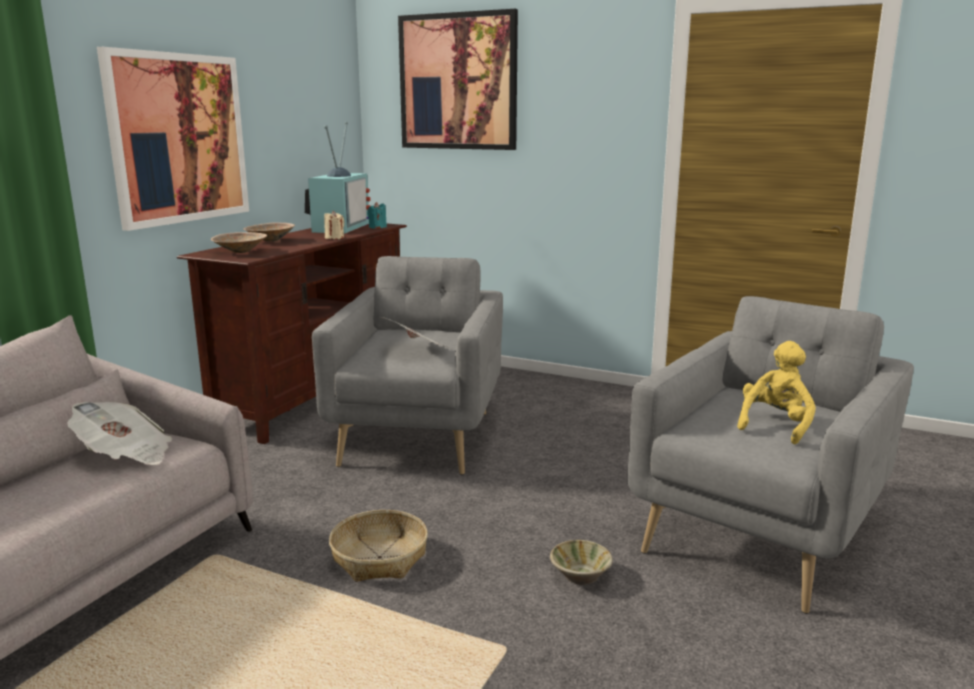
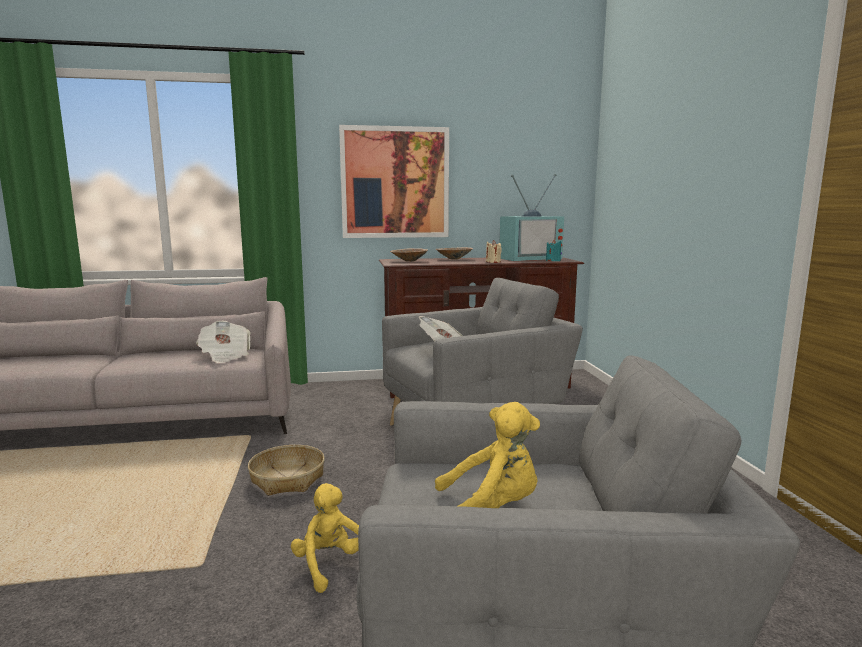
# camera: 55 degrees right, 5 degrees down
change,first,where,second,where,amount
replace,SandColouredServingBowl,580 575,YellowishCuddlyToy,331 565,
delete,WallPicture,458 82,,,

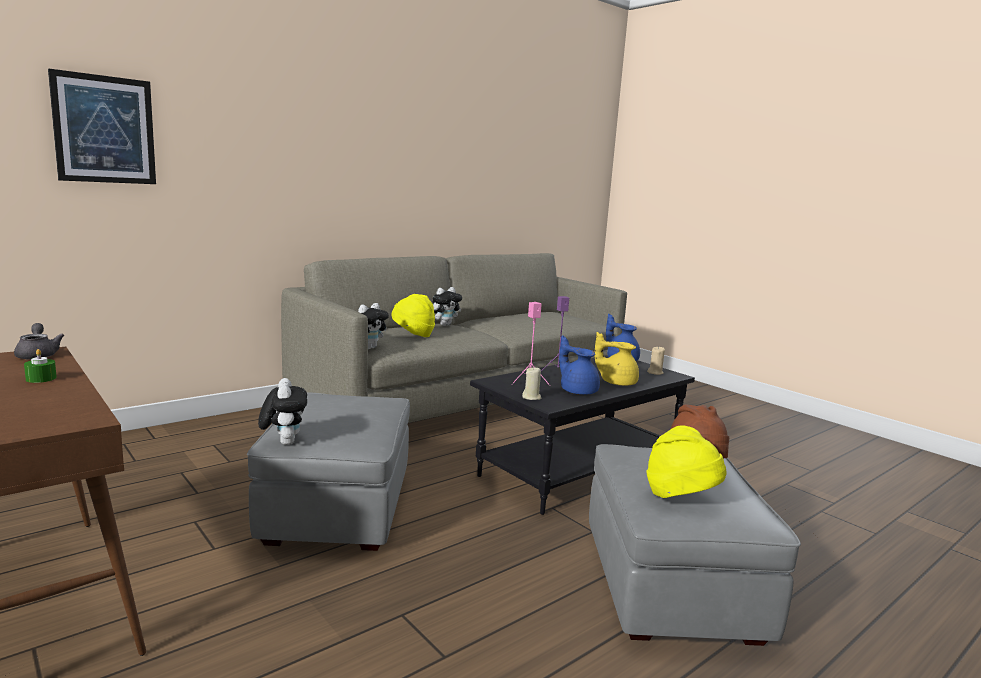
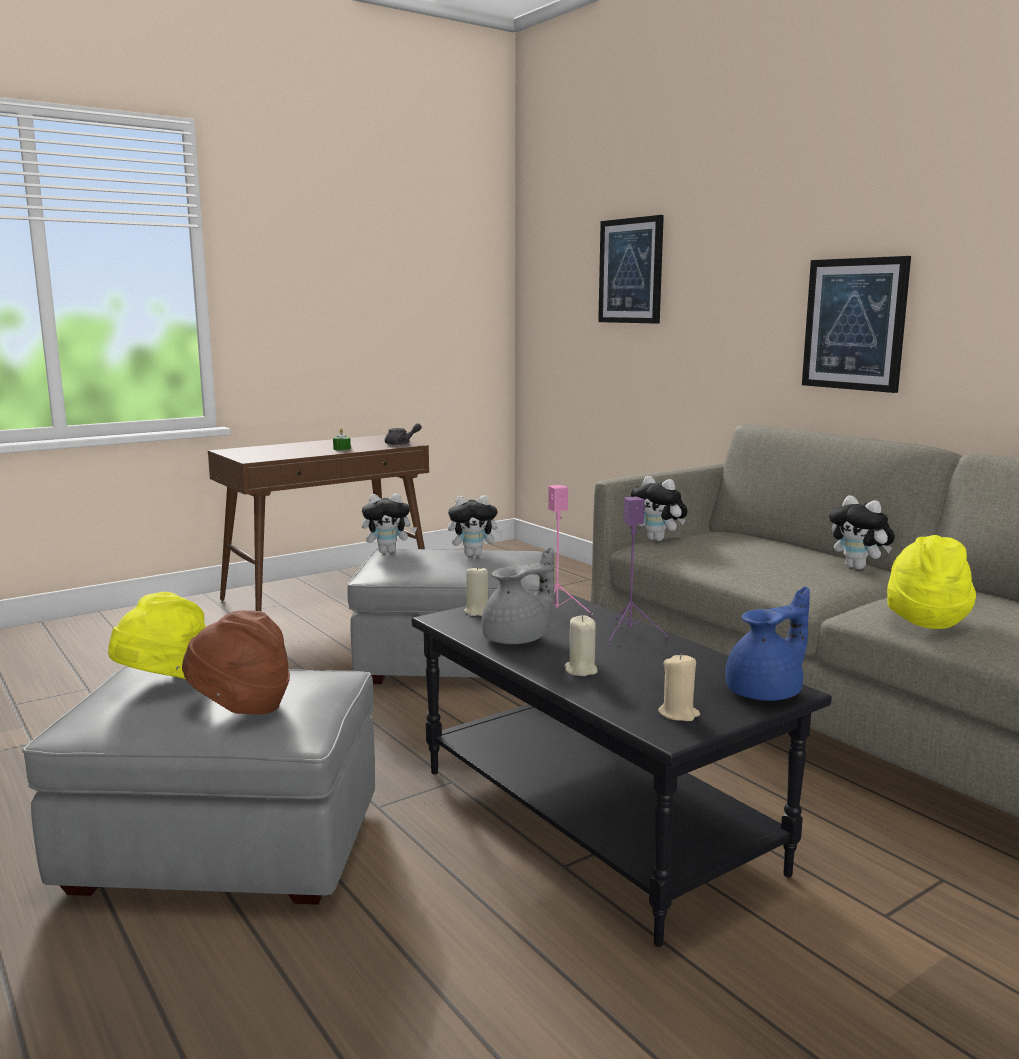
# camera: 95 degrees right, 0 degrees up
change,first,where,second,where,amount
insert,,,CuddlyToy,474 555,
recolor,BluishTeaPot,577 391,GreyishTeaPot,518 639,
replace,YellowishTeaPot,616 382,SandColouredCandle,581 670,
insert,,,WallPicture,855 324,
move,YellowishWearableHat,413 335,,925 618,

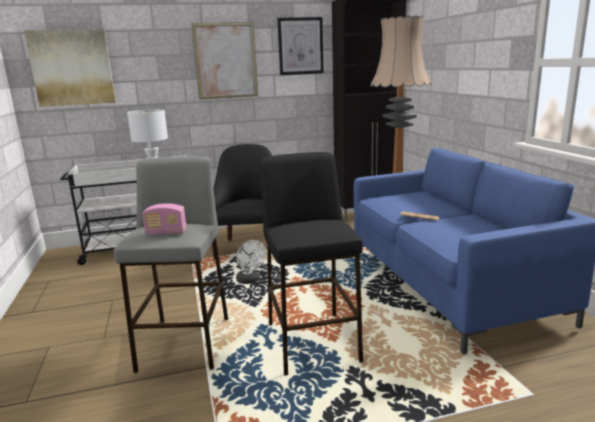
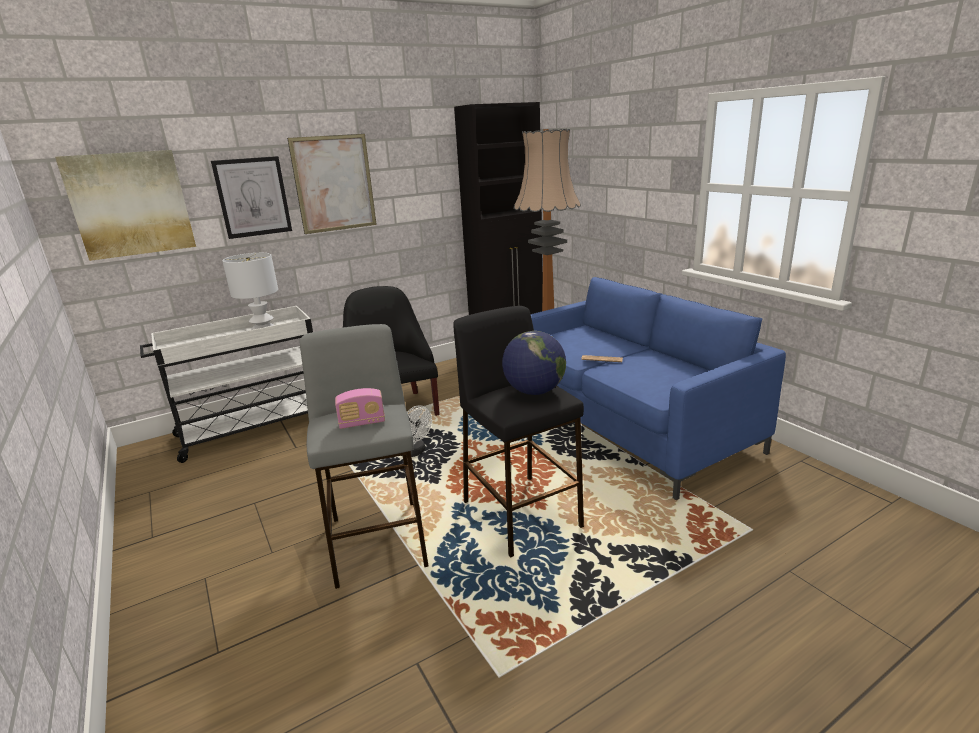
# camera: 15 degrees left, 5 degrees up
change,first,where,second,where,amount
move,WallPicture,300 46,,253 197,
insert,,,DeskGlobe,534 391,

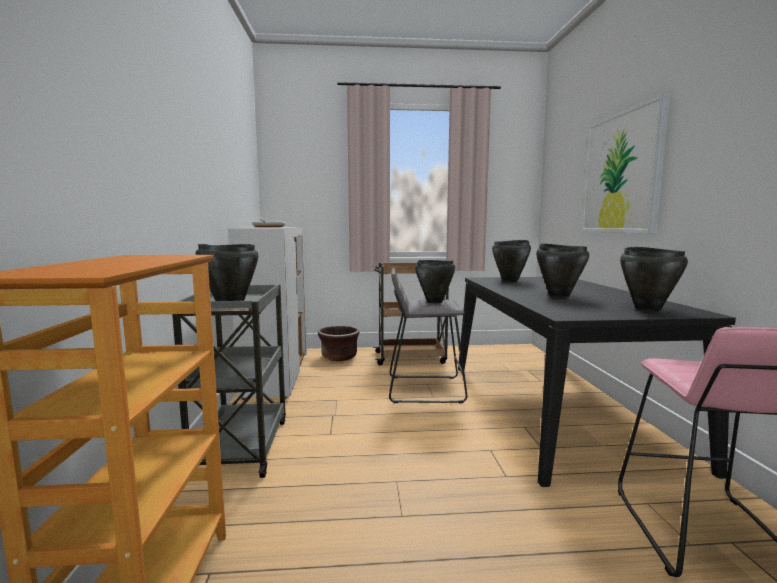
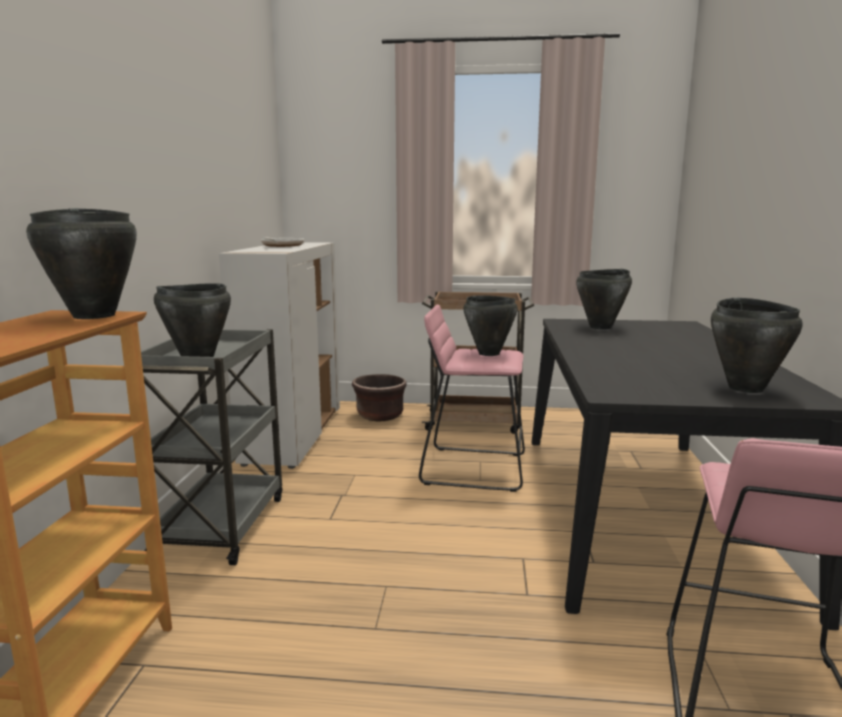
# camera: 10 degrees right, 5 degrees up
change,first,where,second,where,amount
move,BlackColouredCookingPot,559 296,,95 315,
recolor,GreyishStool,425 389,PinkishStool,474 468,
delete,WallPicture,621 173,,,

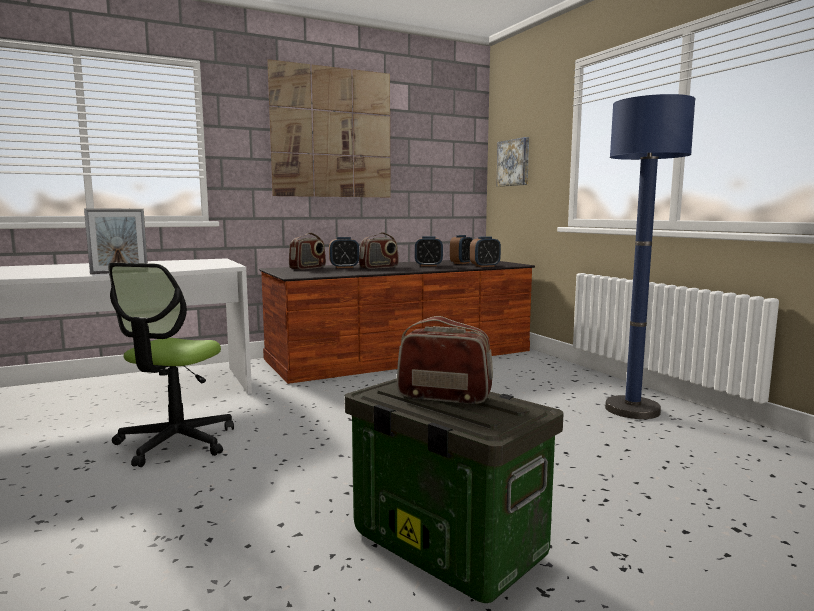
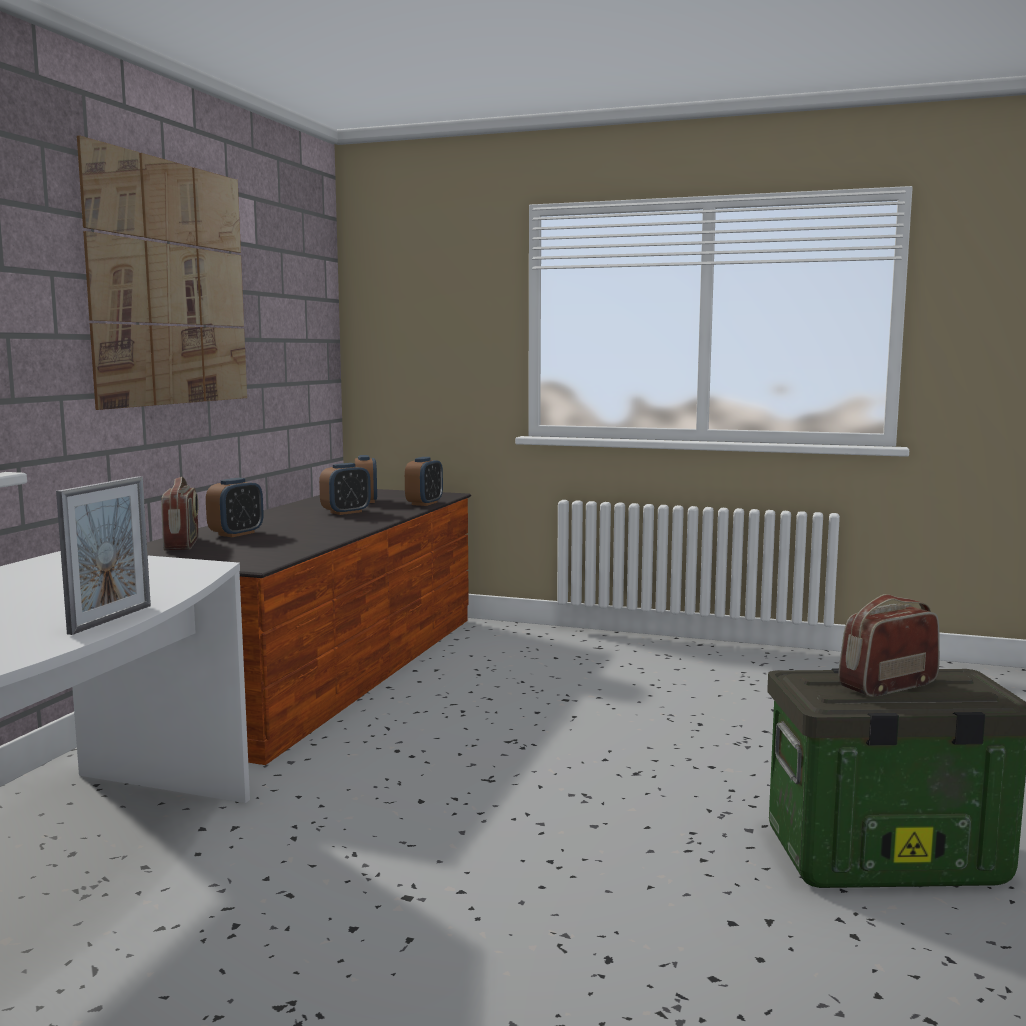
# camera: 45 degrees left, 0 degrees up
change,first,where,second,where,amount
delete,ComputerChair,176 443,,,
delete,Radio,379 267,,,
delete,WallPicture,514 162,,,
delete,BluishFloorLamp,632 409,,,

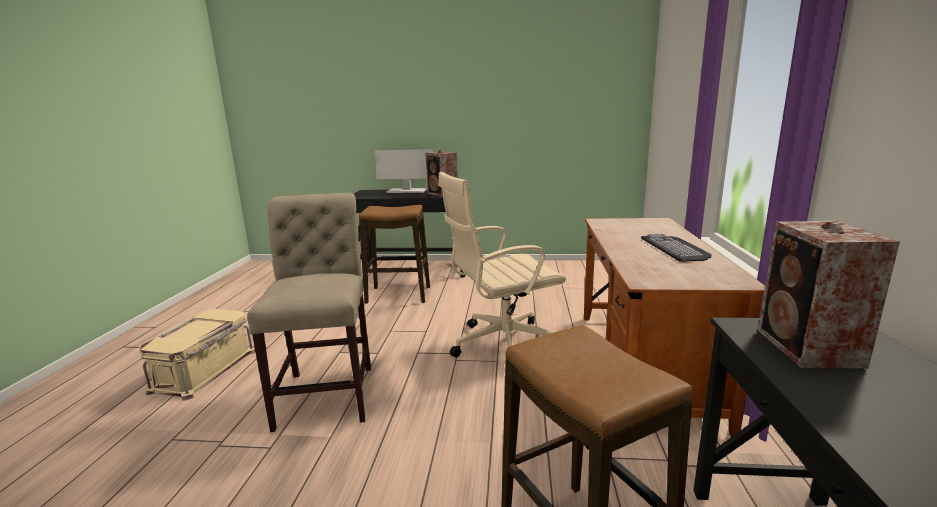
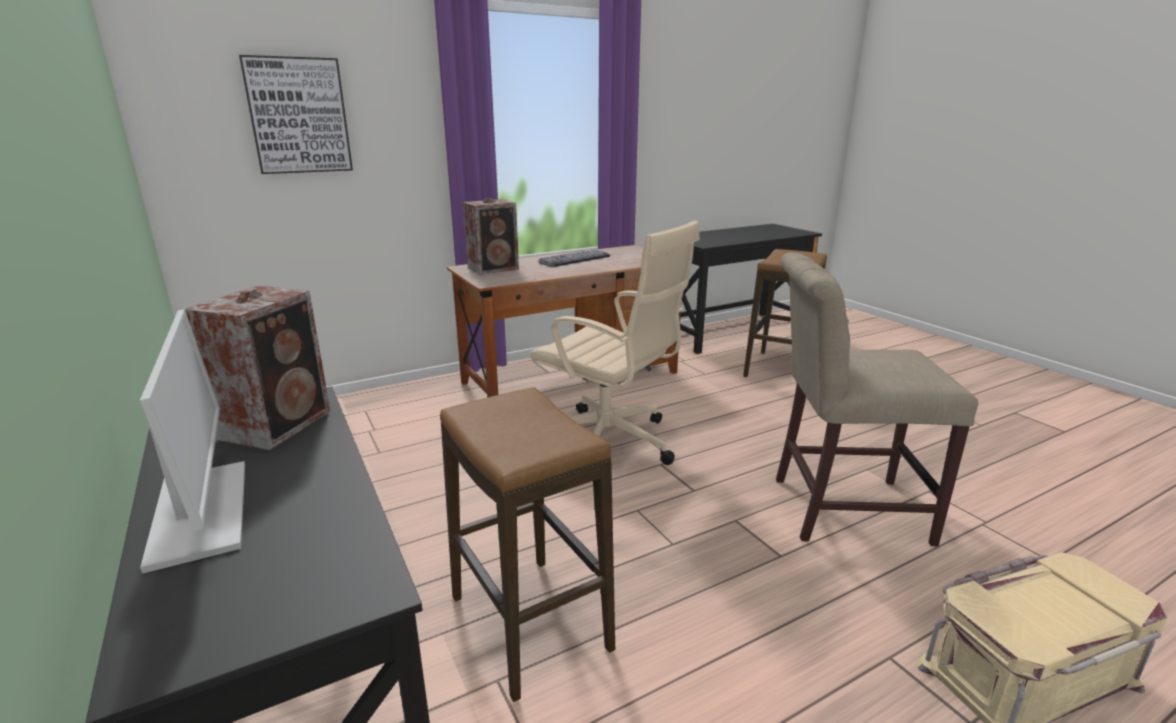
# camera: 125 degrees left, 5 degrees up
change,first,where,second,where,amount
insert,,,WallPicture,298 116,
move,AudioSpeaker,809 349,,495 268,
rotate,SandColouredUprightChair,328 392,,839 508,45 degrees clockwise

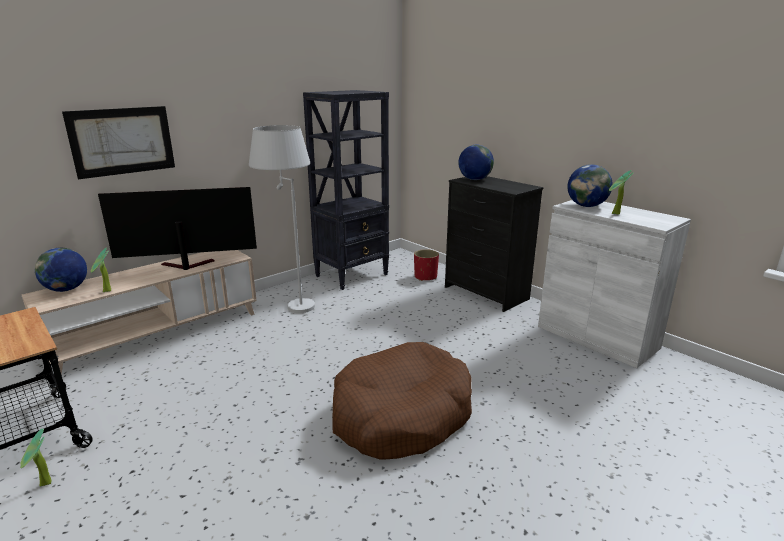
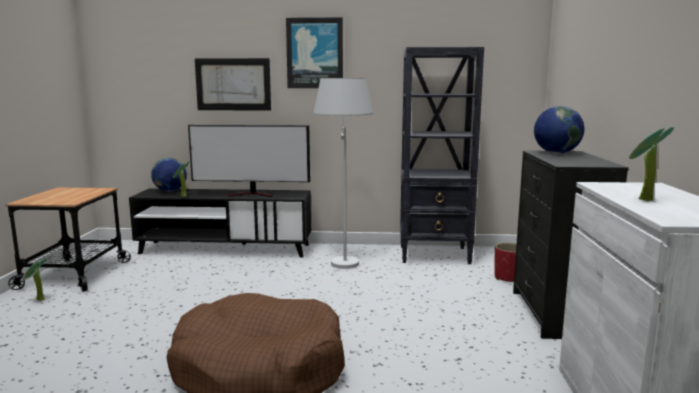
# camera: 45 degrees right, 10 degrees down
change,first,where,second,where,amount
recolor,SandColouredTvStand,158 335,BlackColouredTvStand,225 249,
rotate,Tv,185 266,,253 194,150 degrees clockwise
insert,,,WallPicture,315 53,
delete,DeskGlobe,586 206,,,

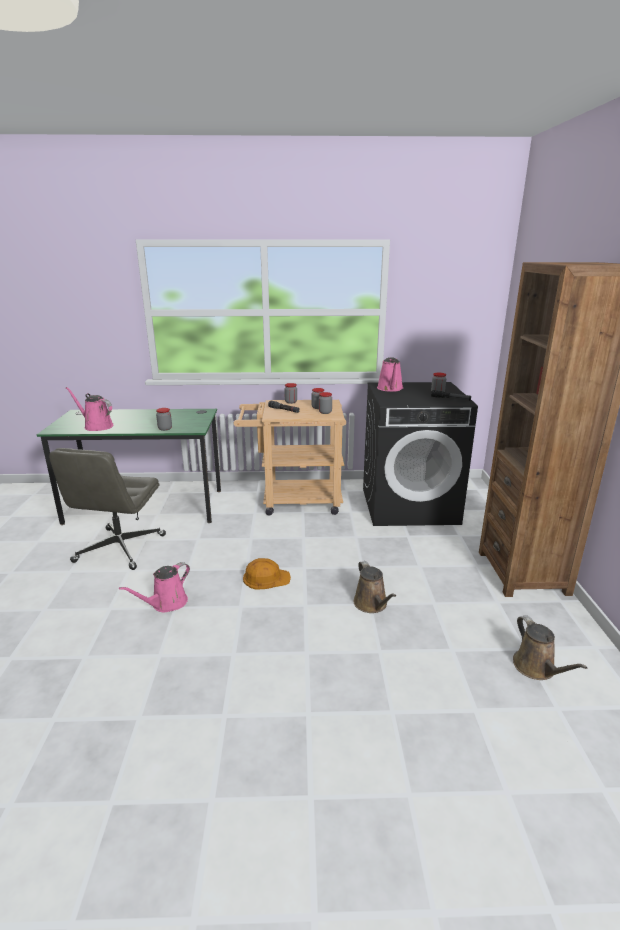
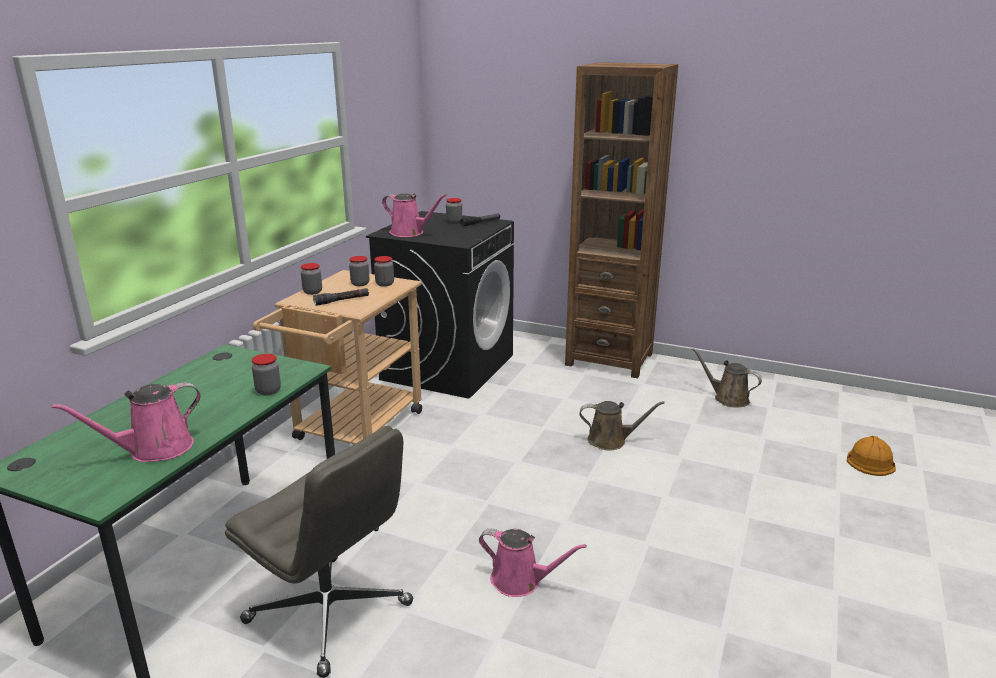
# camera: 65 degrees left, 0 degrees up
change,first,where,second,where,amount
rotate,PinkishWateringCan,166 603,,520 581,45 degrees counterclockwise
rotate,BrownishWateringCan,536 668,,728 398,150 degrees counterclockwise
move,OrangeHardHat,266 578,,870 460,

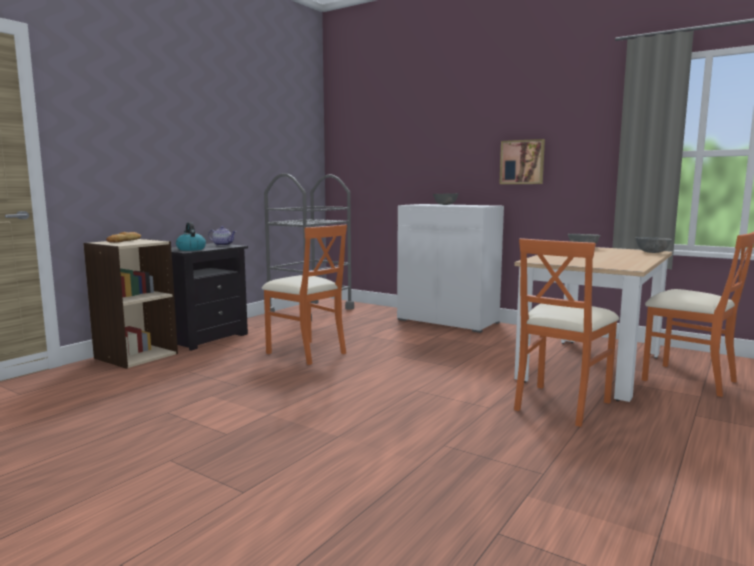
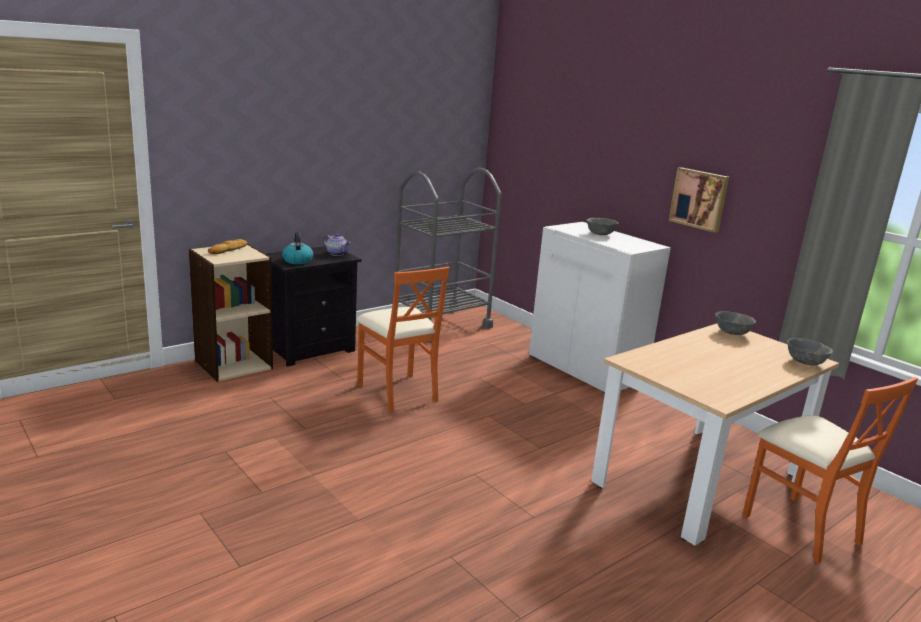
# camera: 15 degrees right, 10 degrees up
change,first,where,second,where,amount
delete,OrangeUprightChair,560 404,,,

